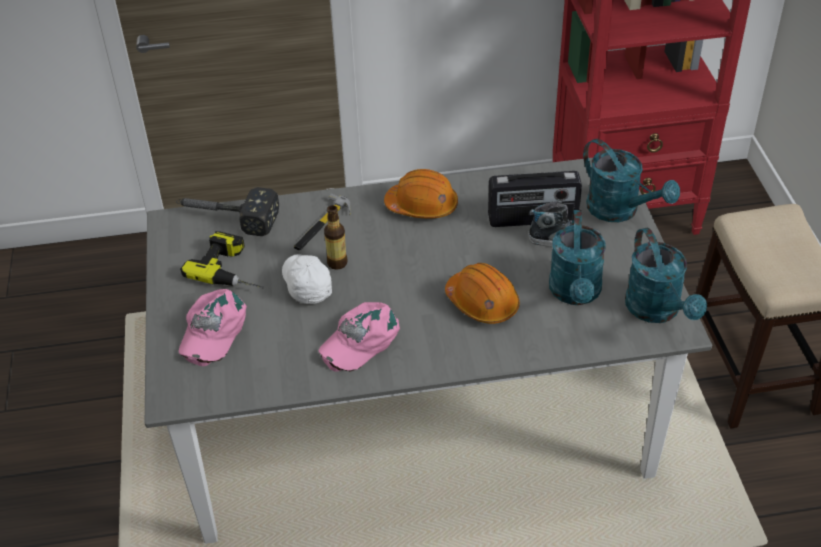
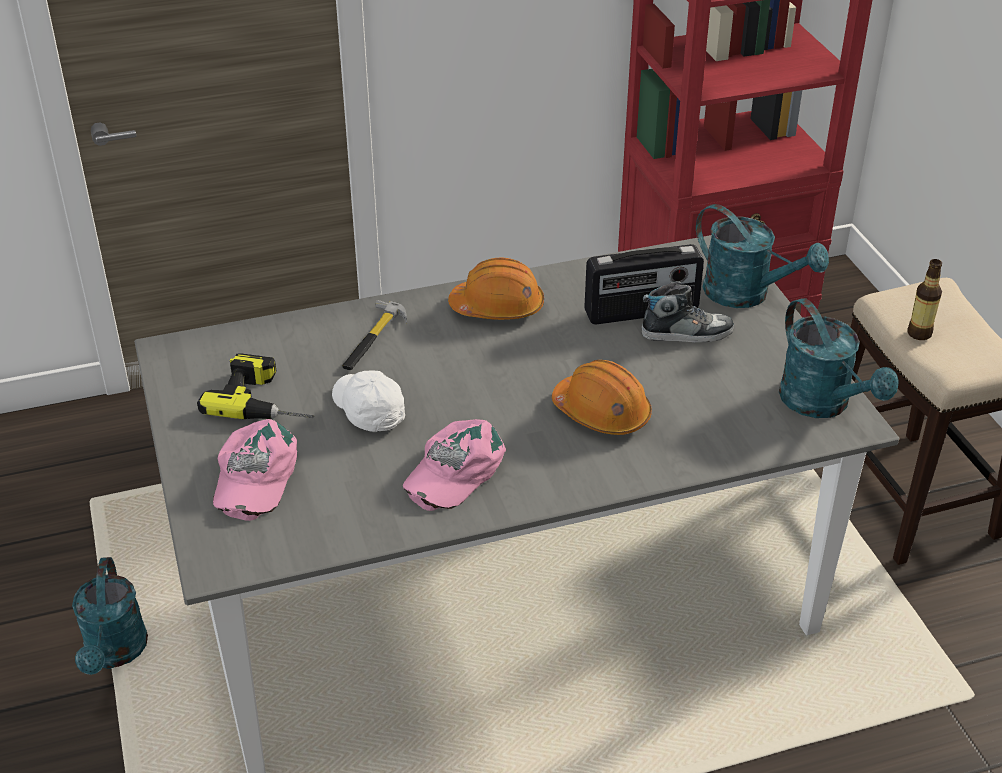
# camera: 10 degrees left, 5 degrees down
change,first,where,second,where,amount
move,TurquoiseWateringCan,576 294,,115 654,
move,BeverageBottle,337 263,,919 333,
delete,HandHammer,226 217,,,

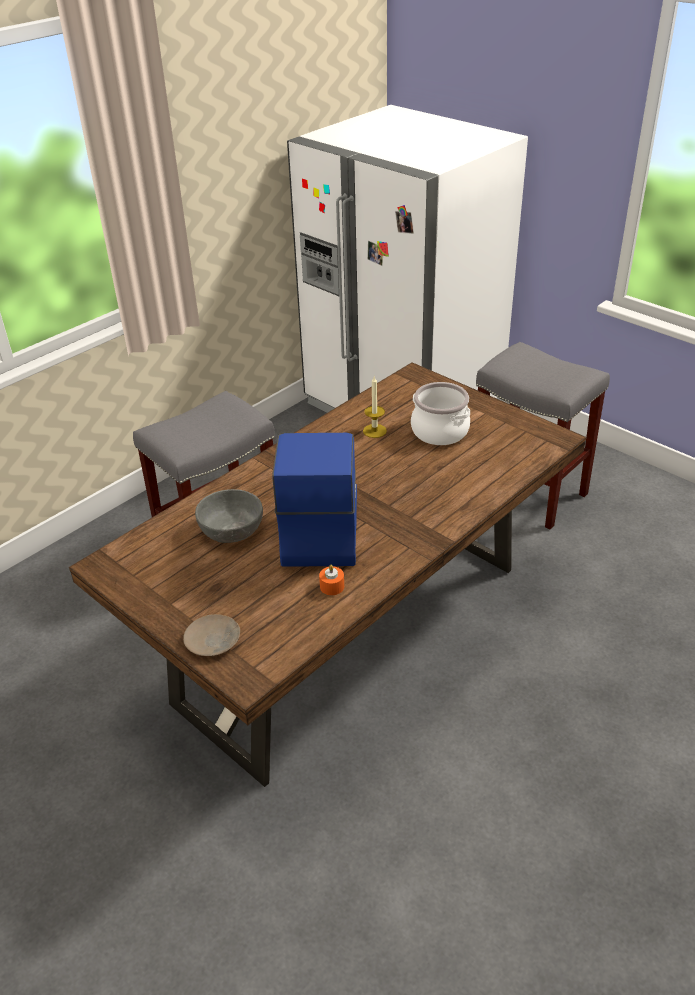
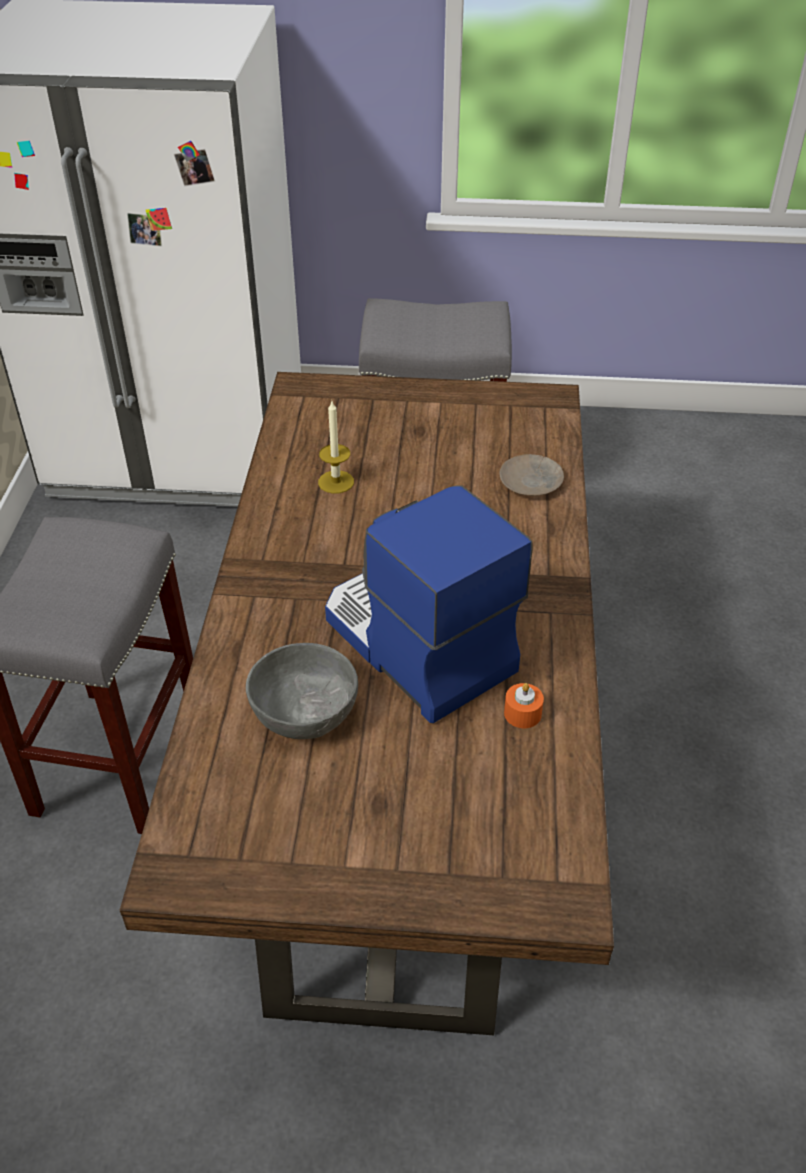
# camera: 40 degrees left, 5 degrees up
change,first,where,second,where,amount
move,SandColouredPlate,213 640,,531 482,
delete,CookingPot,440 431,,,

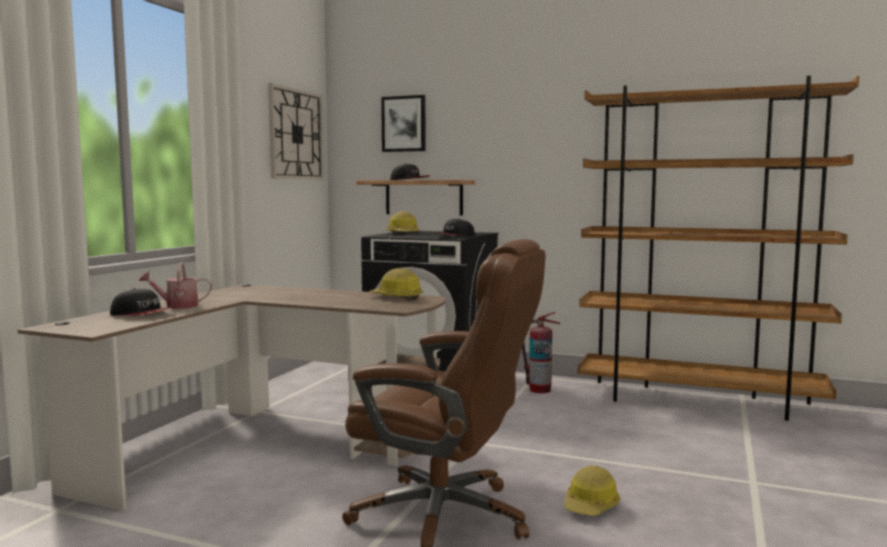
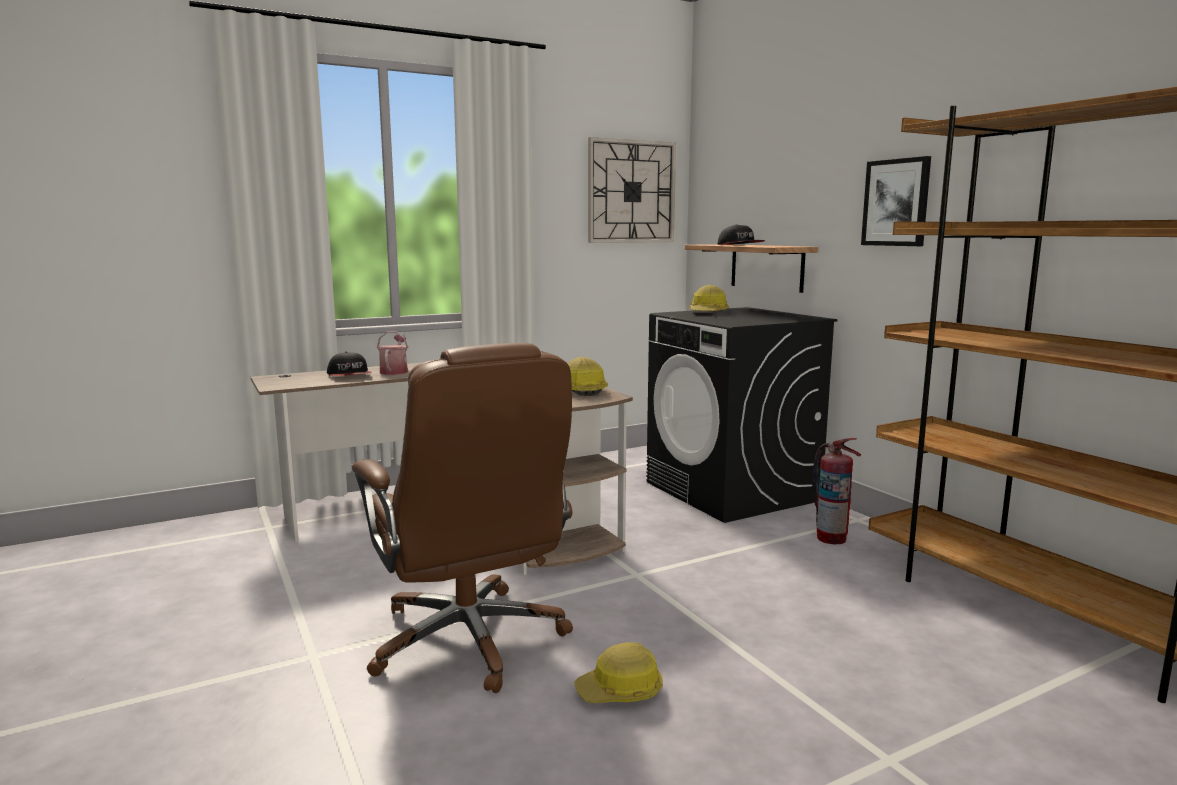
# camera: 40 degrees right, 5 degrees up
change,first,where,second,where,amount
rotate,WateringCan,177 306,,394 371,60 degrees clockwise
move,WallPicture,404 124,,896 202,
delete,BaseballCap,453 236,,,

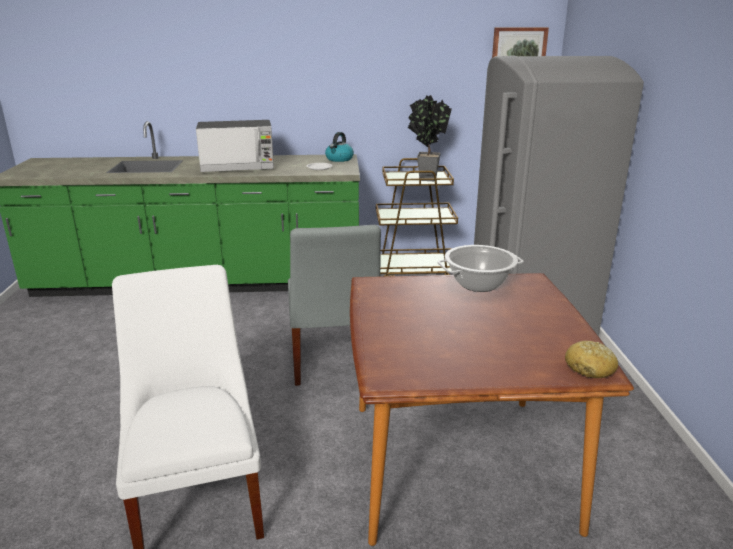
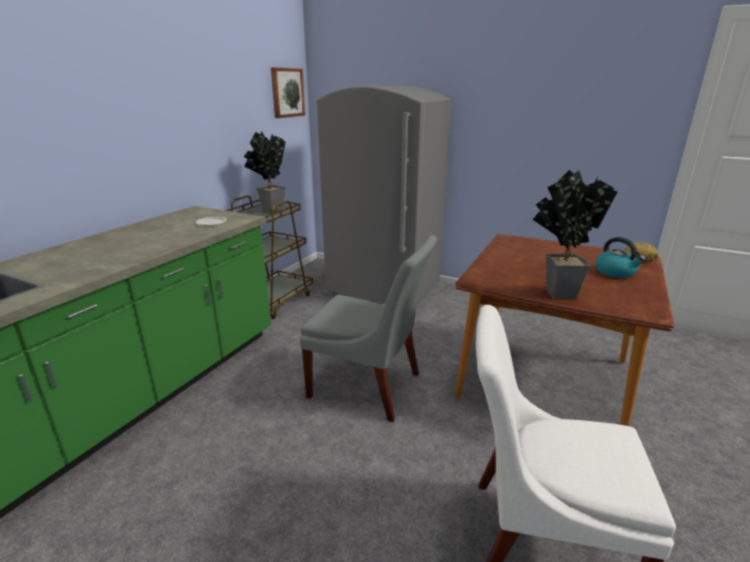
# camera: 60 degrees left, 0 degrees up
change,first,where,second,where,amount
insert,,,PottedPlant,555 293,
move,TeaKettle,339 159,,615 272,
delete,KitchenMicrowave,238 167,,,
delete,CookingPot,478 283,,,

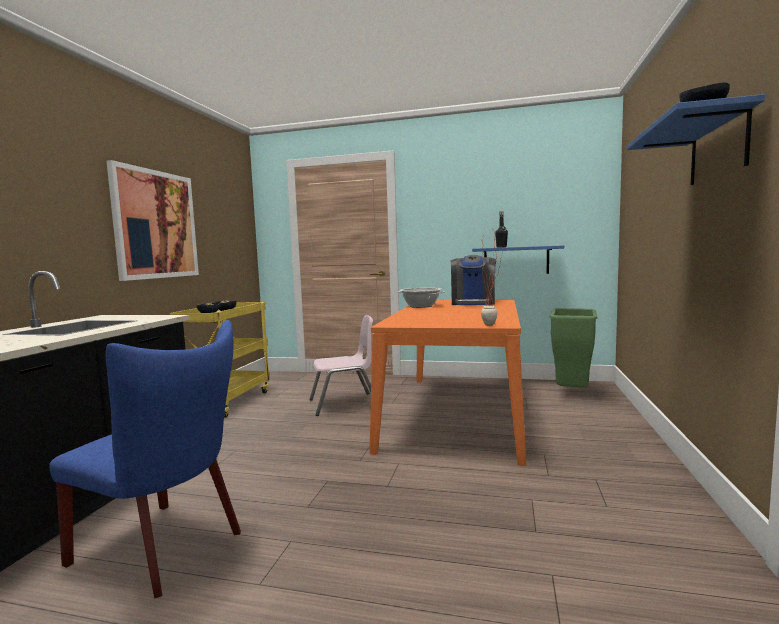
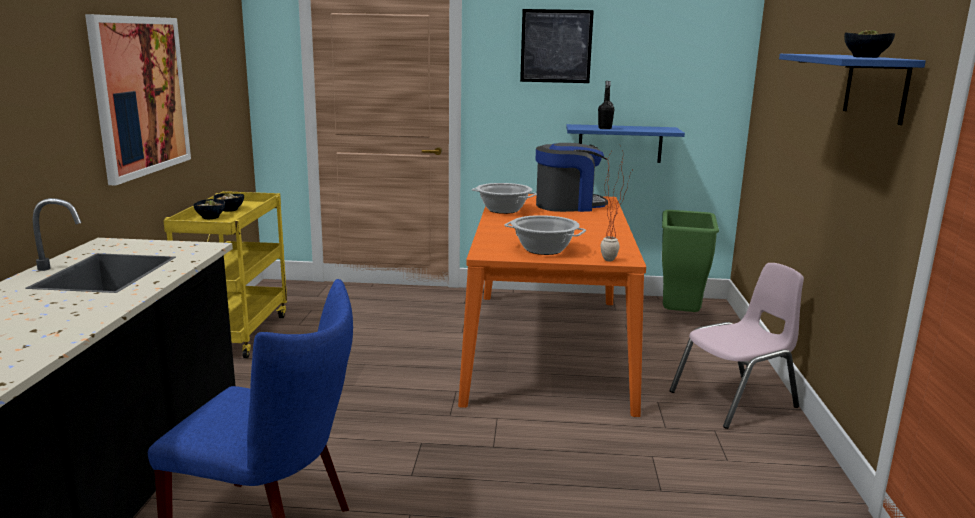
# camera: 10 degrees left, 10 degrees up
change,first,where,second,where,amount
insert,,,CookingPot,543 249,
insert,,,WallPicture,556 46,
rotate,CoffeeMachine,473 303,,568 205,105 degrees counterclockwise
move,PinkishUprightChair,344 404,,735 400,

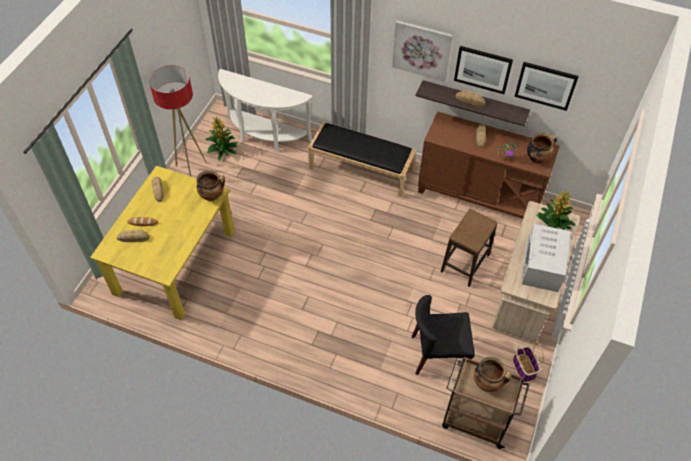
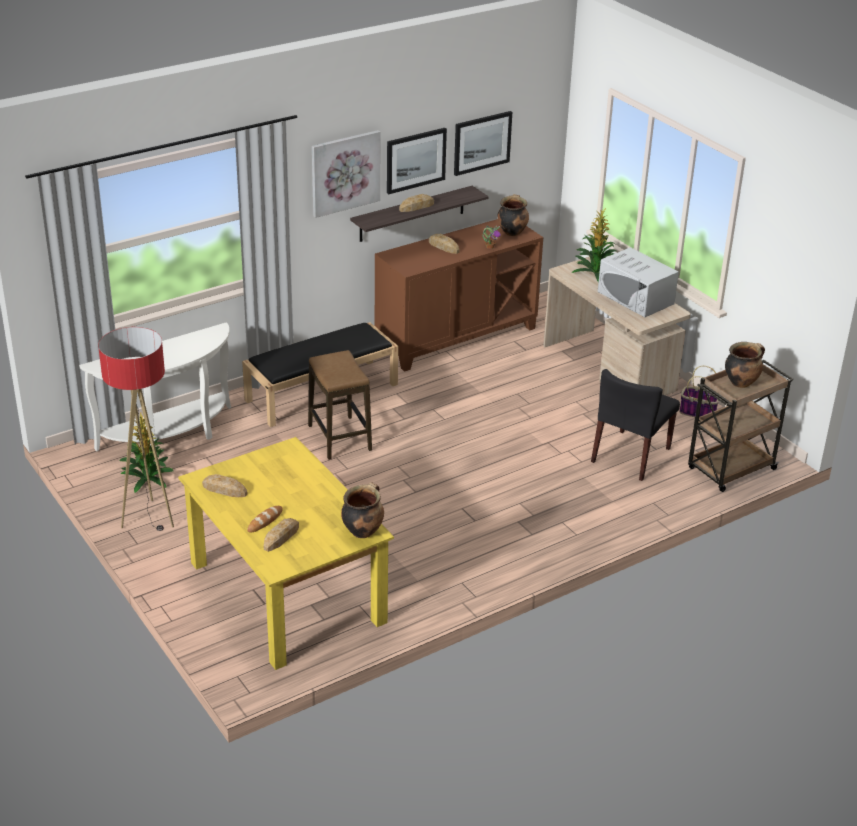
# camera: 55 degrees left, 20 degrees down
change,first,where,second,where,amount
move,Stool,465 263,,339 438,
move,CookingPot,212 195,,362 531,

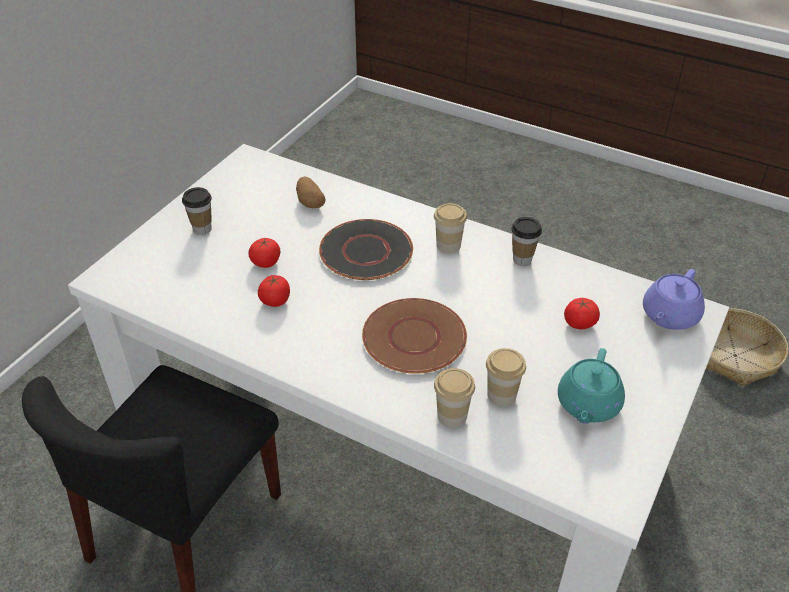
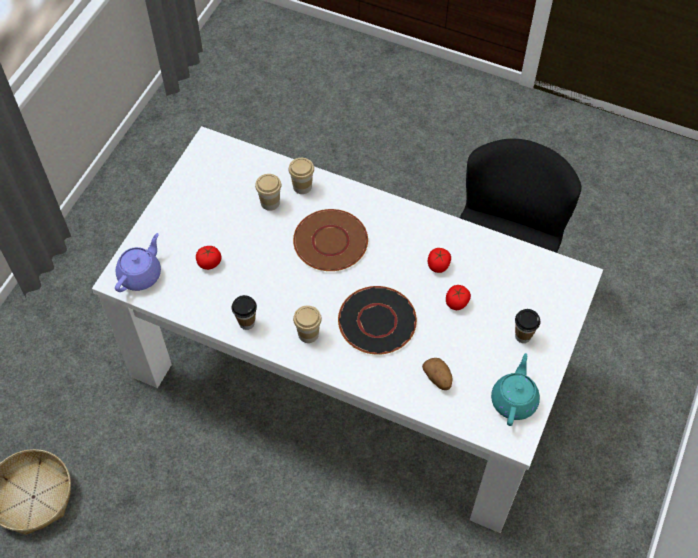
# camera: 175 degrees right, 15 degrees up
change,first,where,second,where,amount
move,TurquoiseTeaPot,588 405,,514 400,

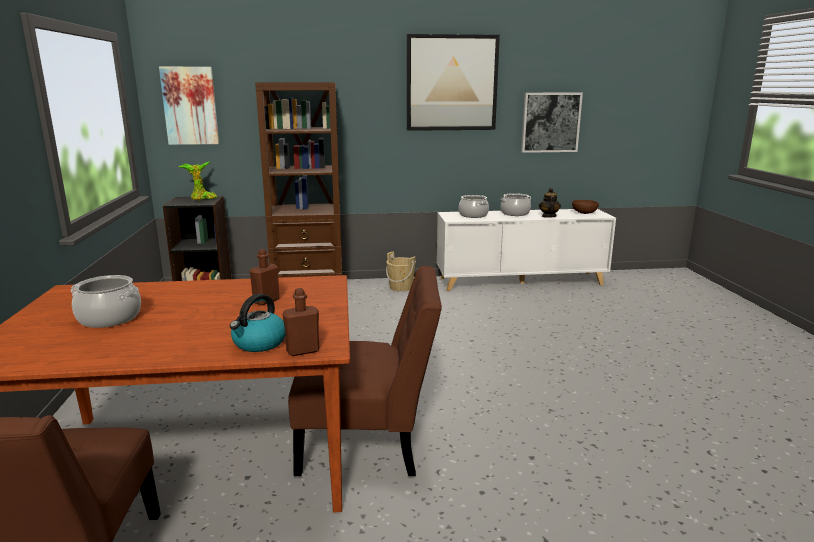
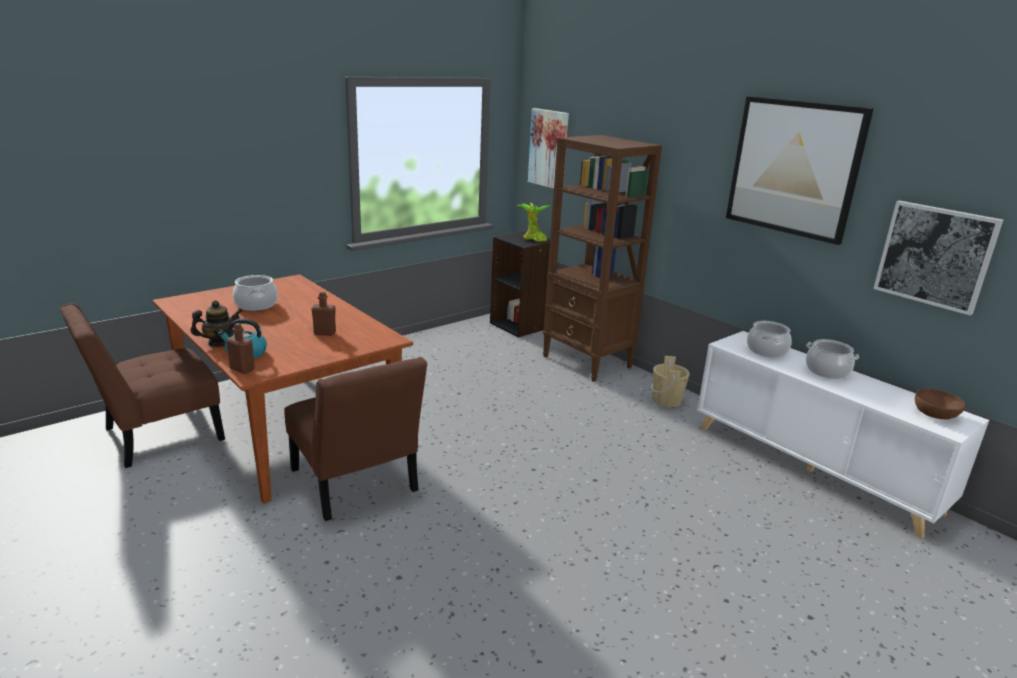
# camera: 55 degrees right, 5 degrees up
change,first,where,second,where,amount
move,TeaPot,548 216,,219 343,

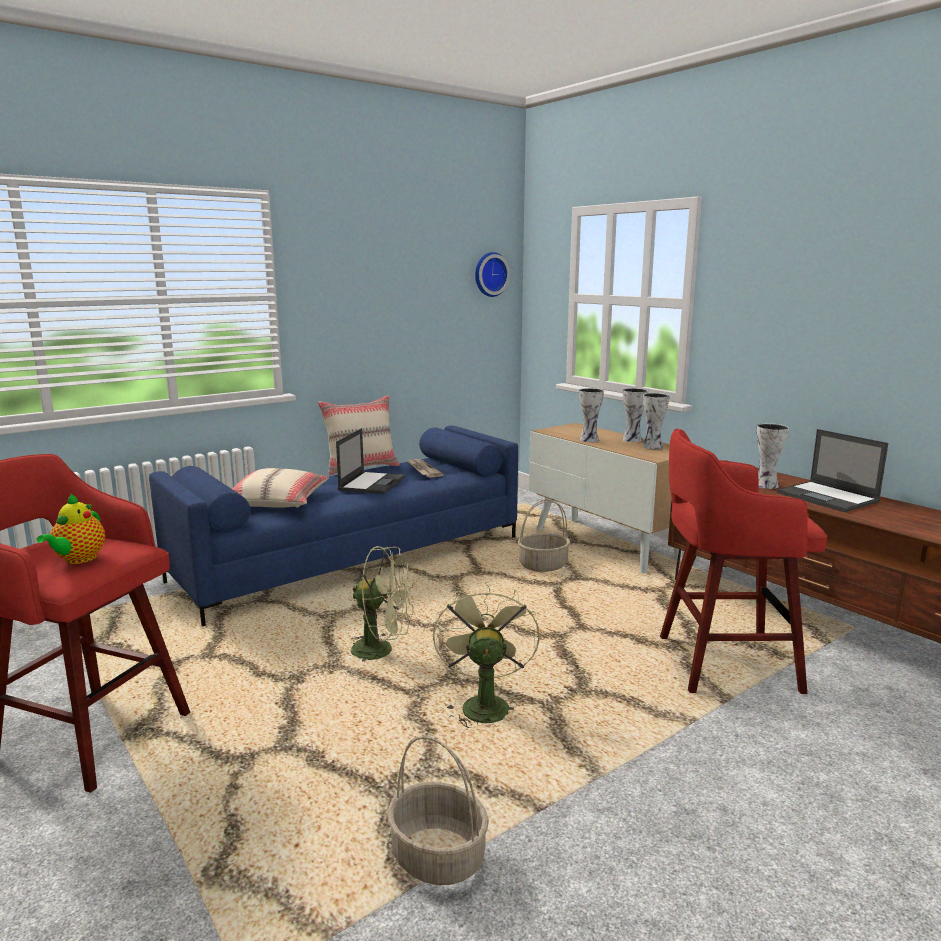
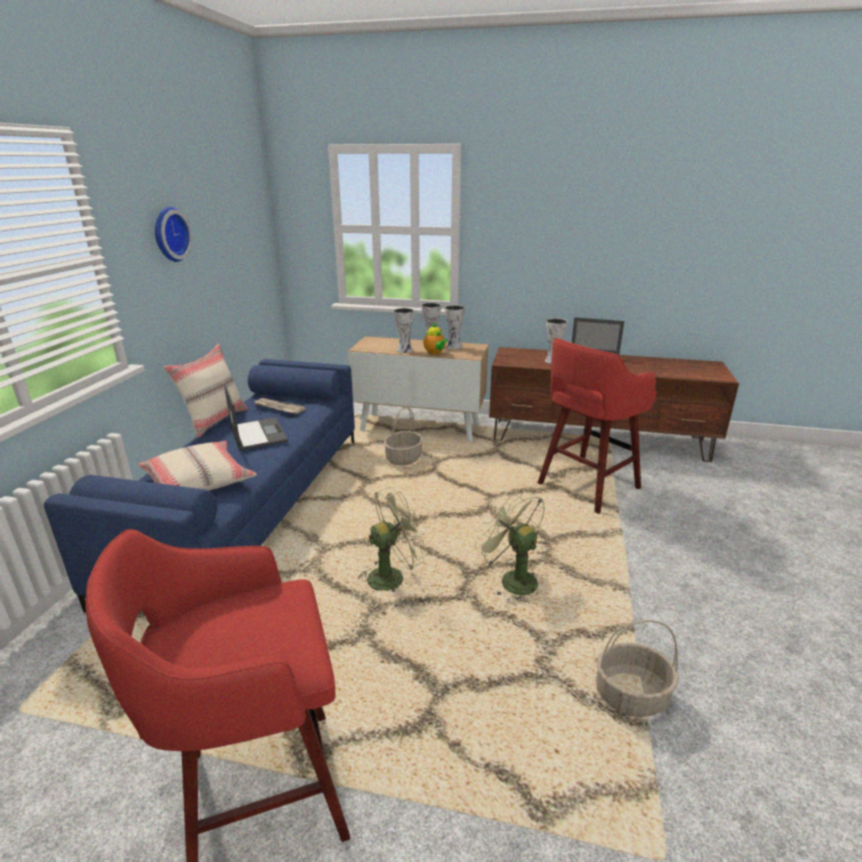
# camera: 40 degrees left, 10 degrees up
change,first,where,second,where,amount
move,WallClock,489 274,,169 234,
move,TeaPot,78 559,,435 353,

